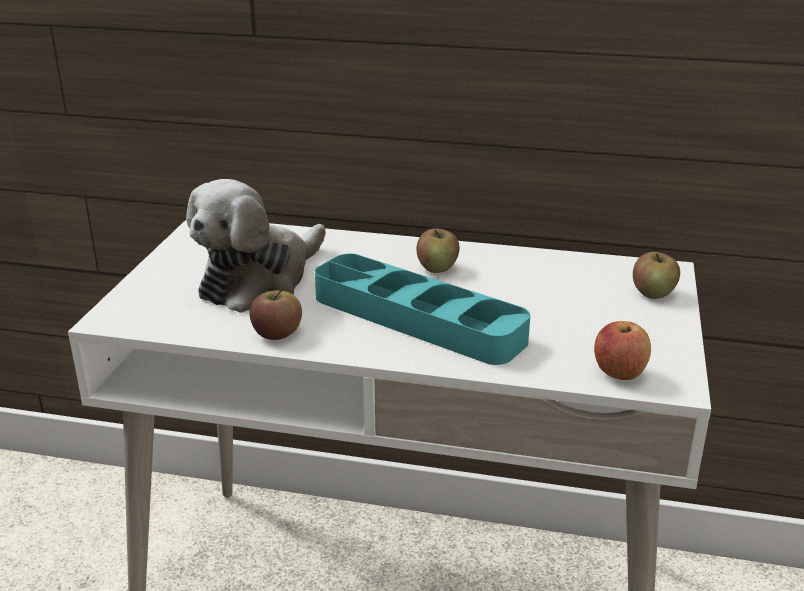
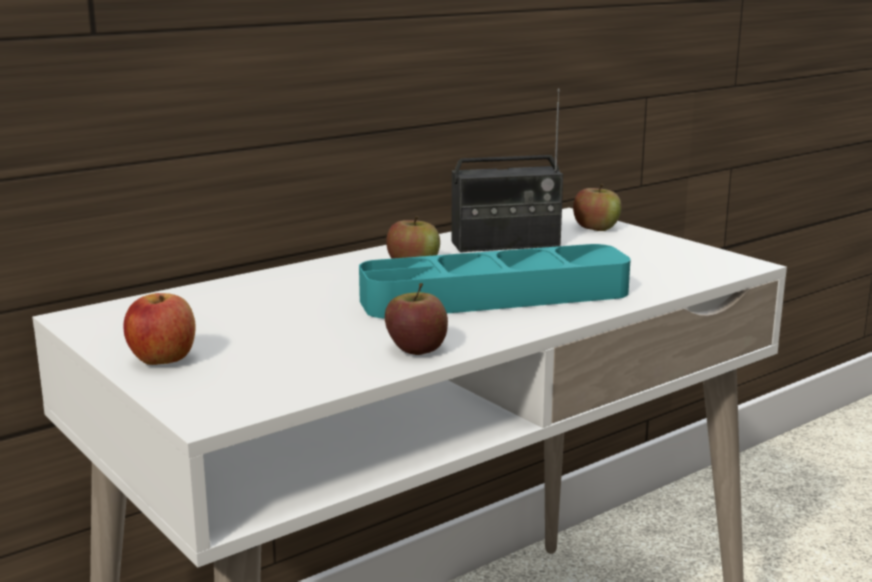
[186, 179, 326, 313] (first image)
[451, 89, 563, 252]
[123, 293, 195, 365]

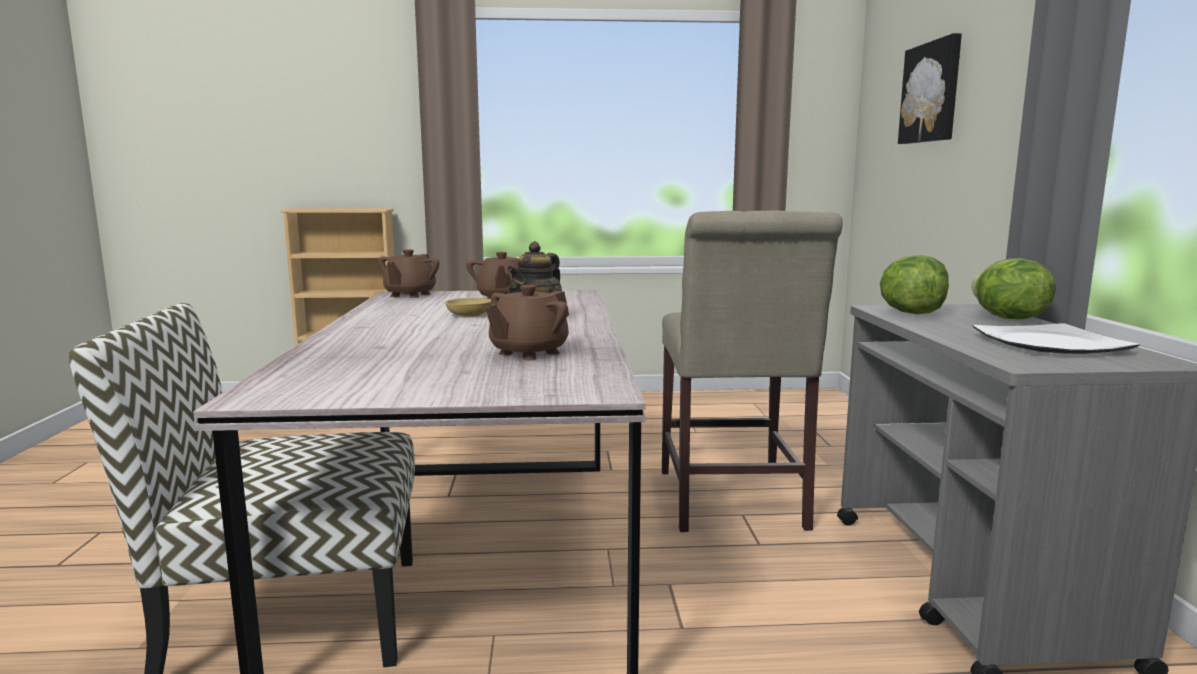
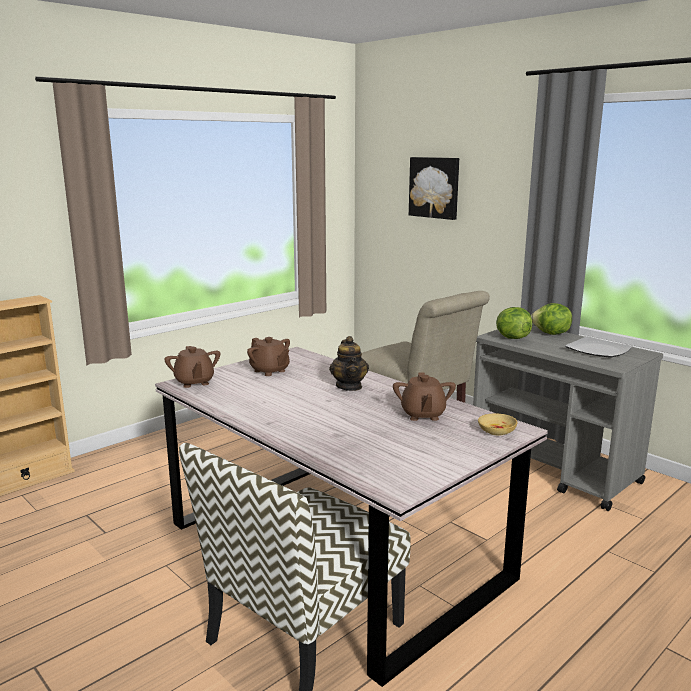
[478, 413, 518, 436]

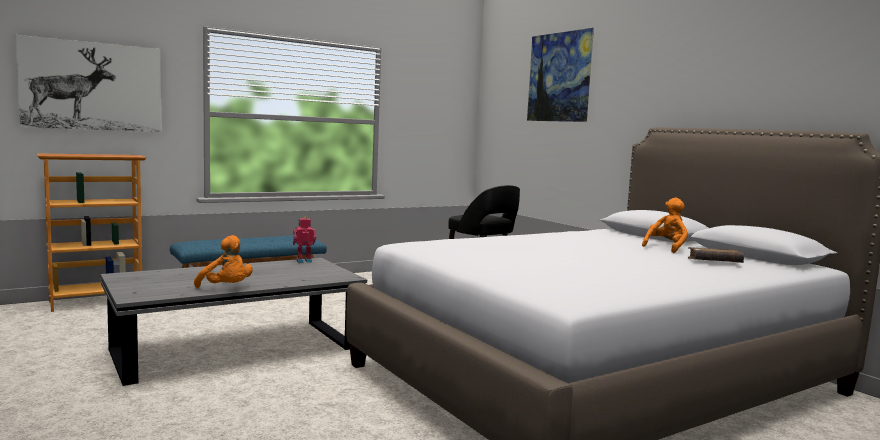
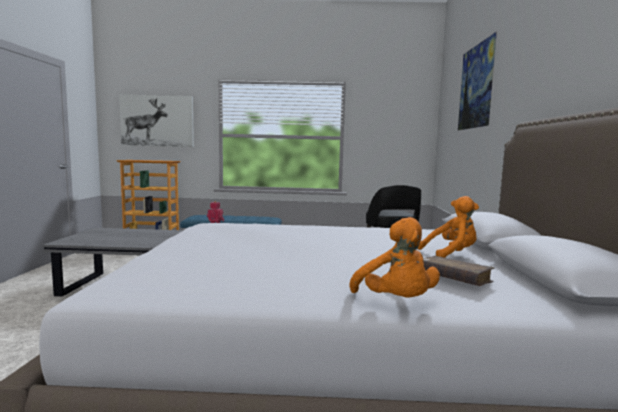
[349, 217, 440, 297]

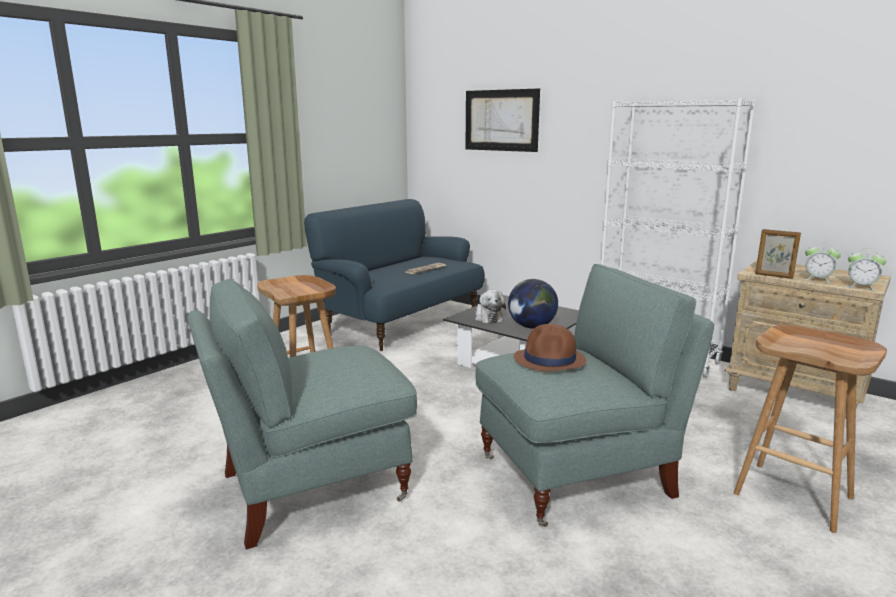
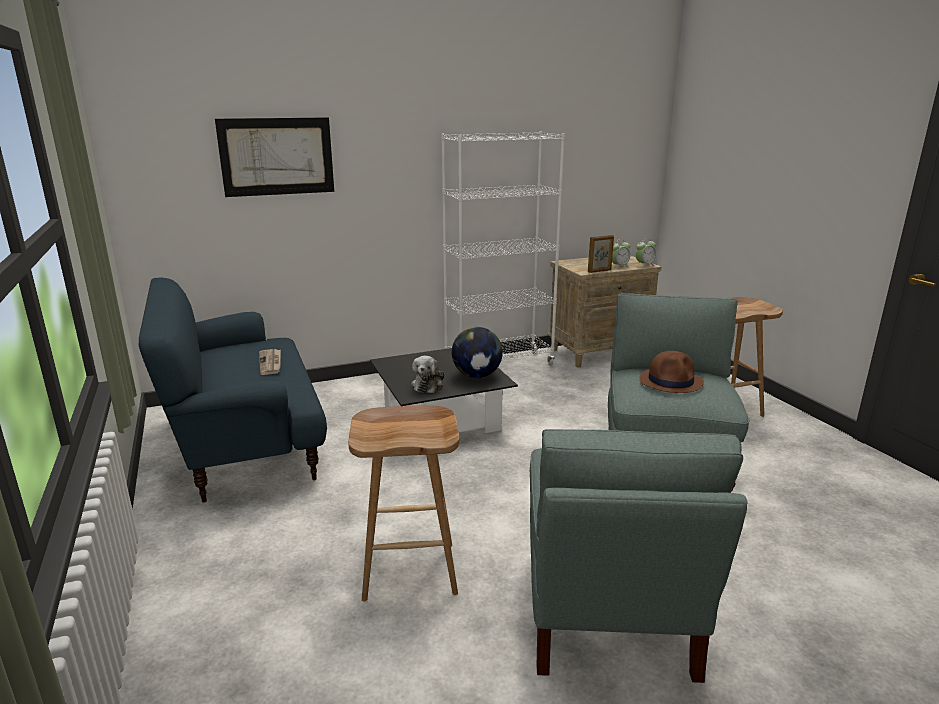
[411, 356, 445, 393]

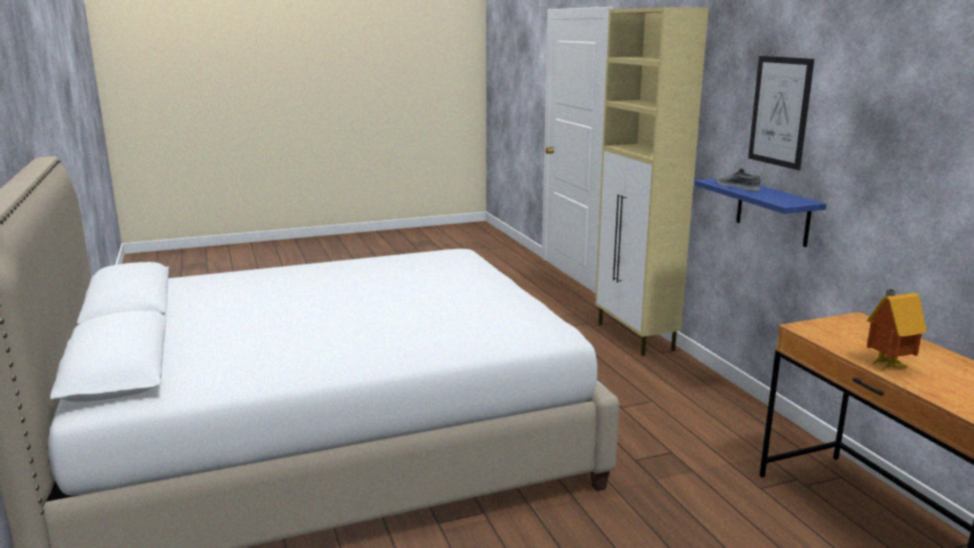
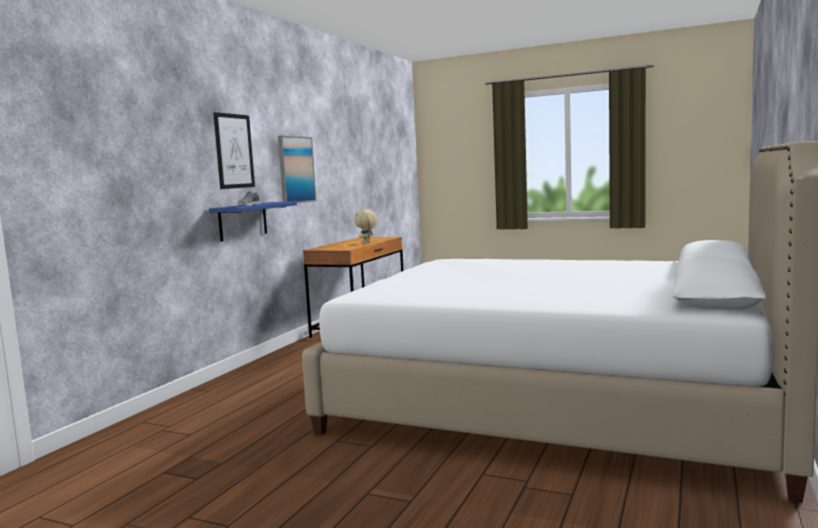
[595, 7, 708, 356] (first image)
[278, 136, 316, 203]
[354, 210, 377, 244]

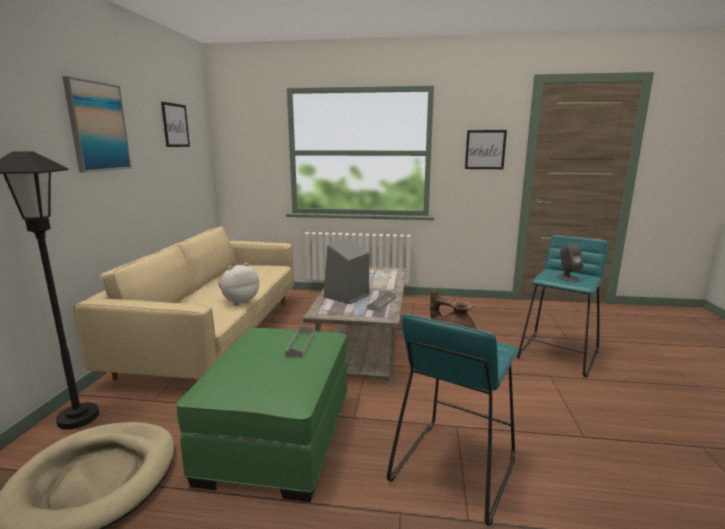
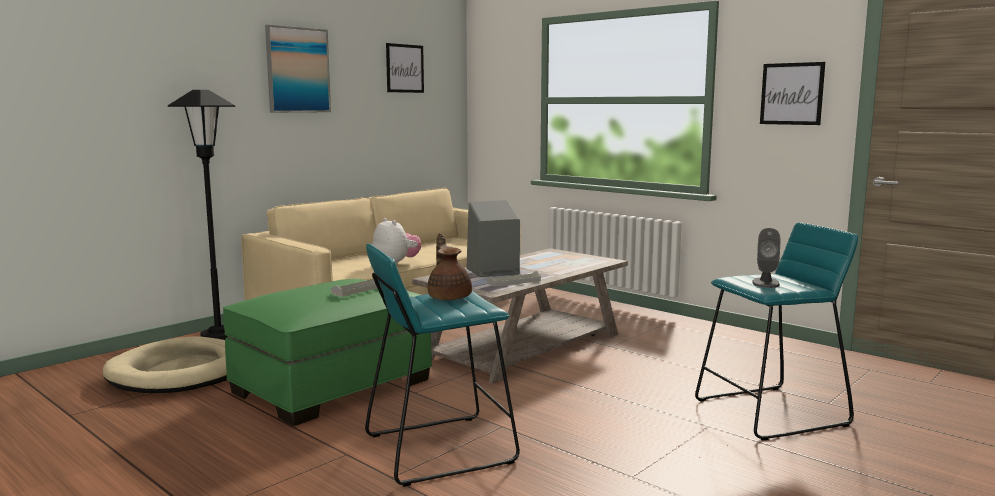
[373, 218, 421, 265]

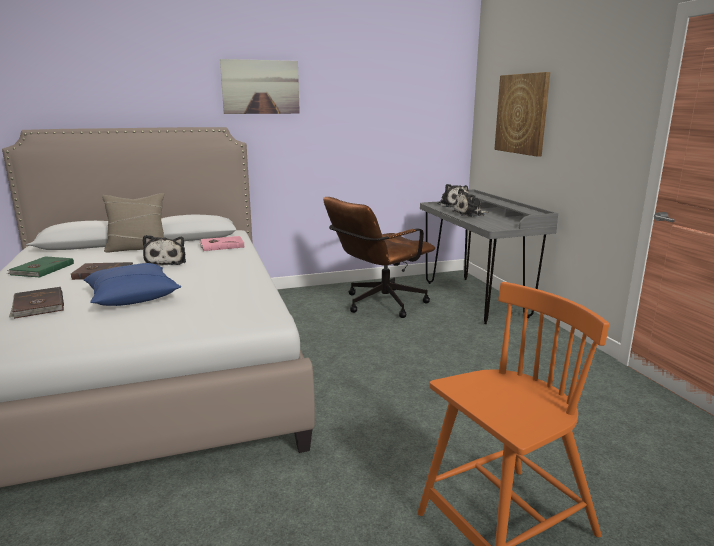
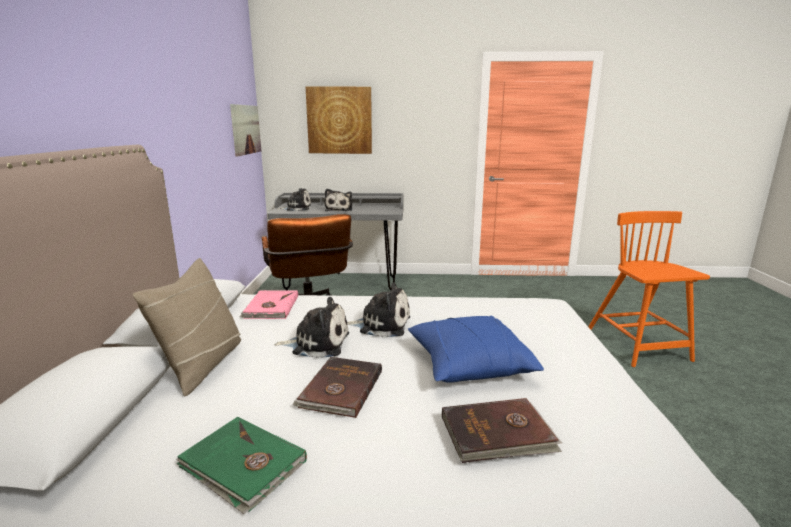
[347, 282, 410, 338]
[230, 104, 261, 157]

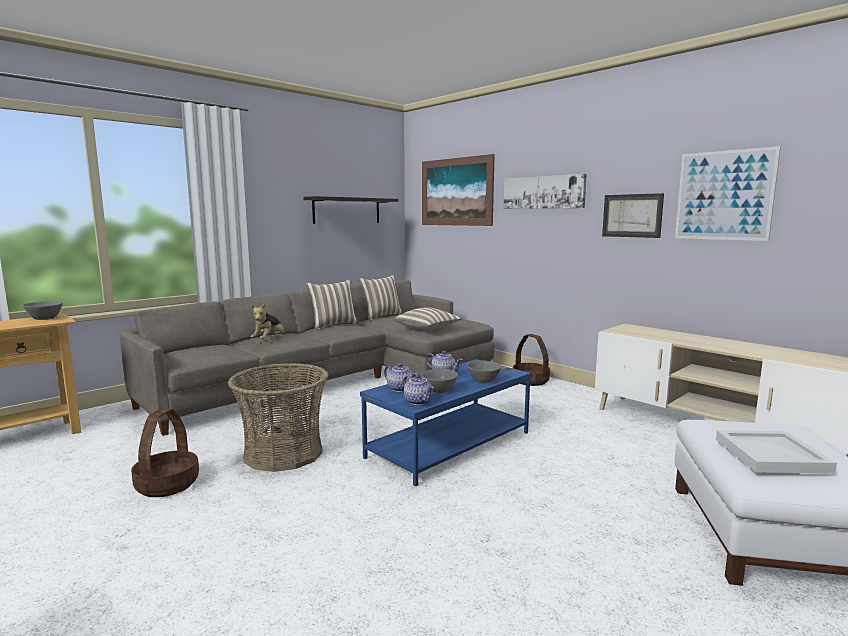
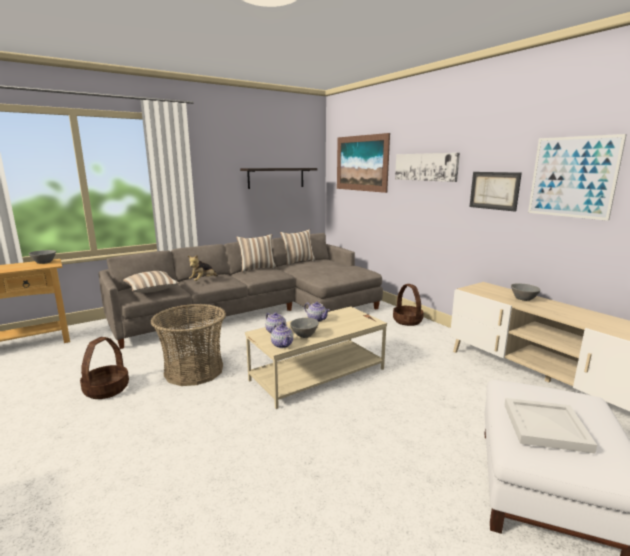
[123, 271, 179, 293]
[511, 283, 540, 301]
[245, 306, 387, 409]

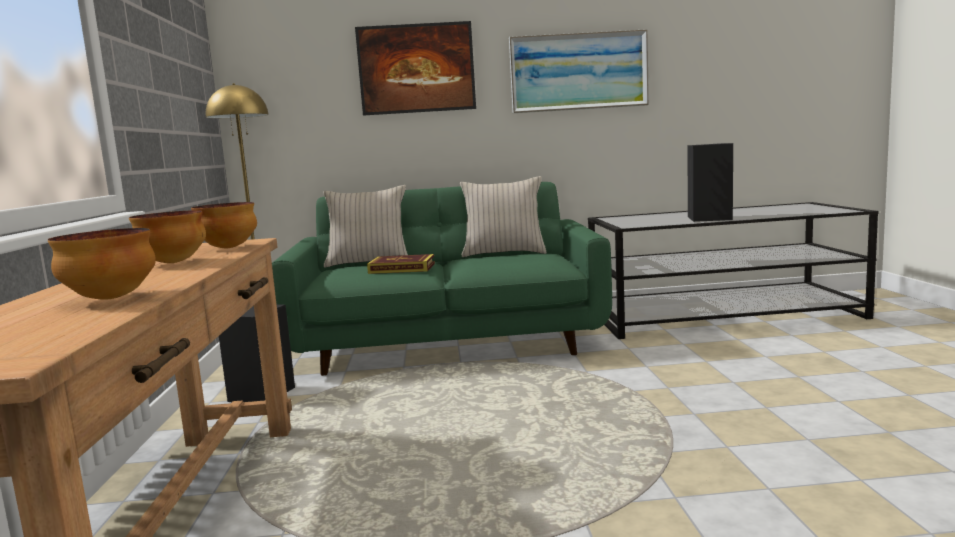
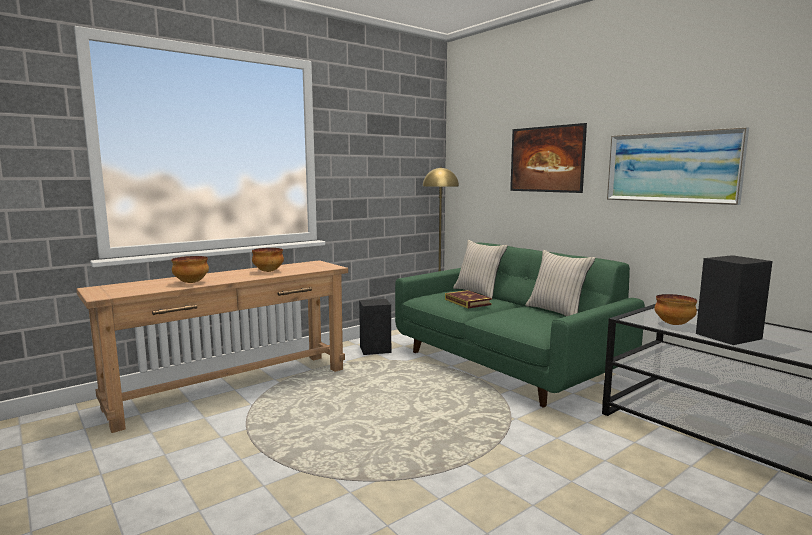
[655, 294, 697, 325]

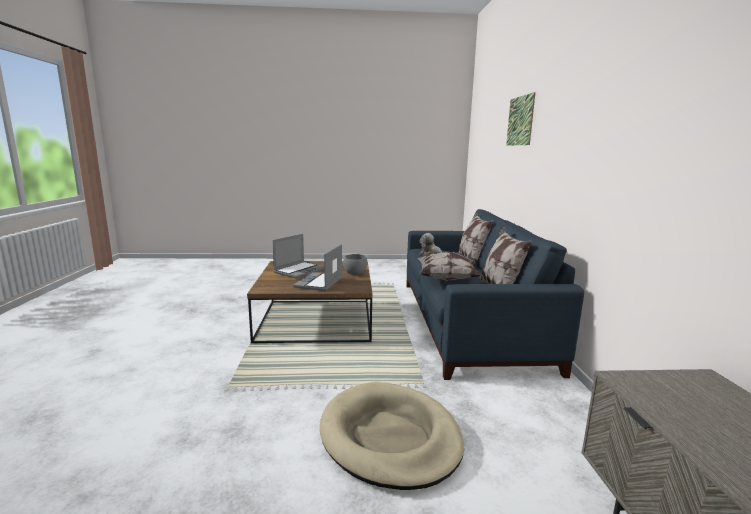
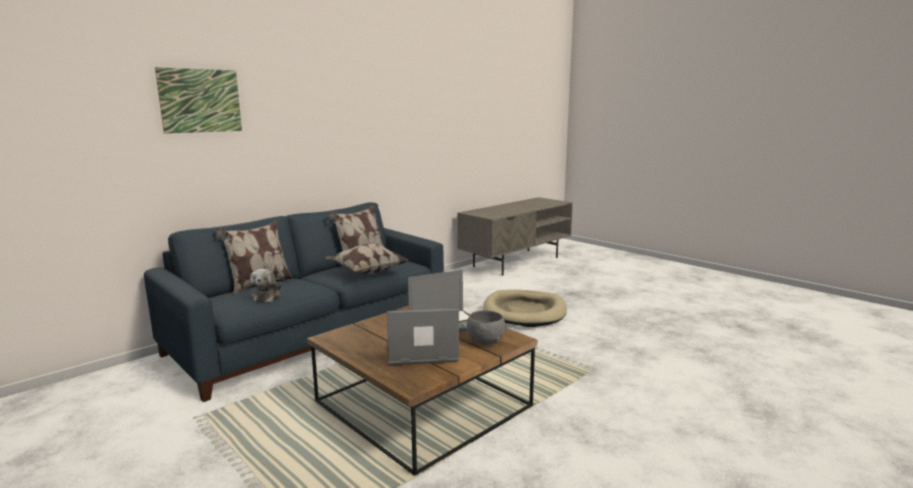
[467, 310, 505, 344]

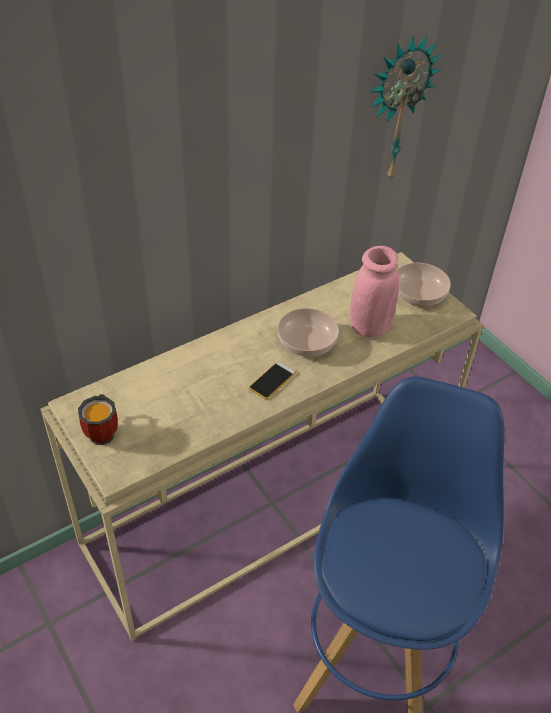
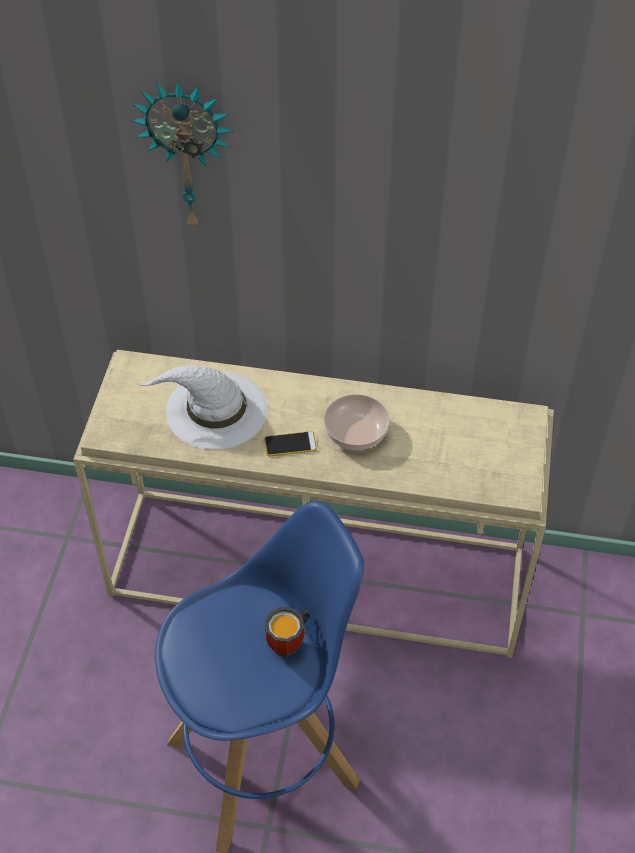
[350, 246, 399, 337] (first image)
[398, 263, 451, 306] (first image)
[138, 366, 268, 449]
[265, 607, 310, 657]
[131, 81, 234, 230]

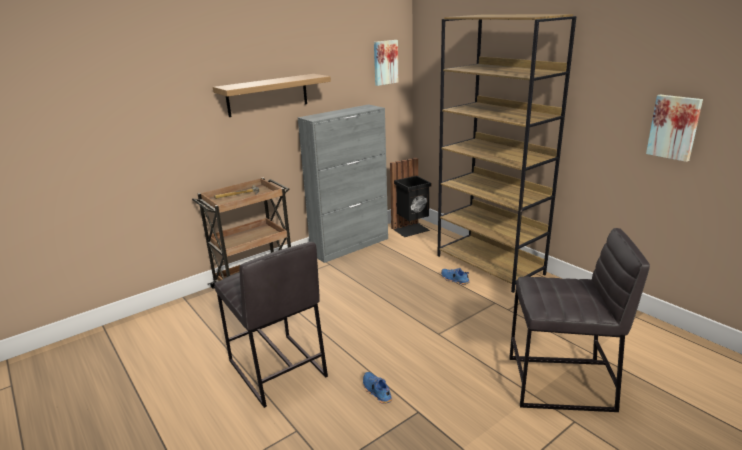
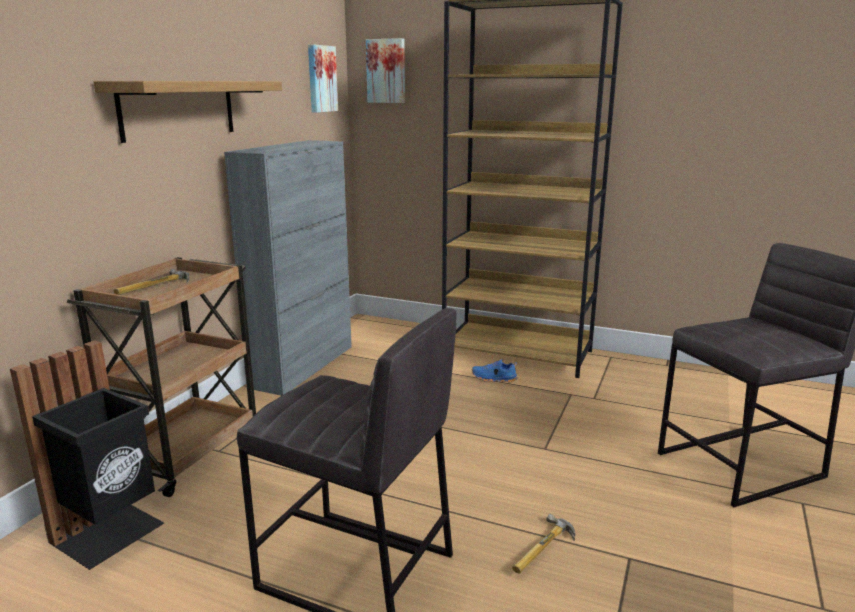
[10, 340, 164, 570]
[366, 38, 405, 103]
[512, 514, 575, 573]

